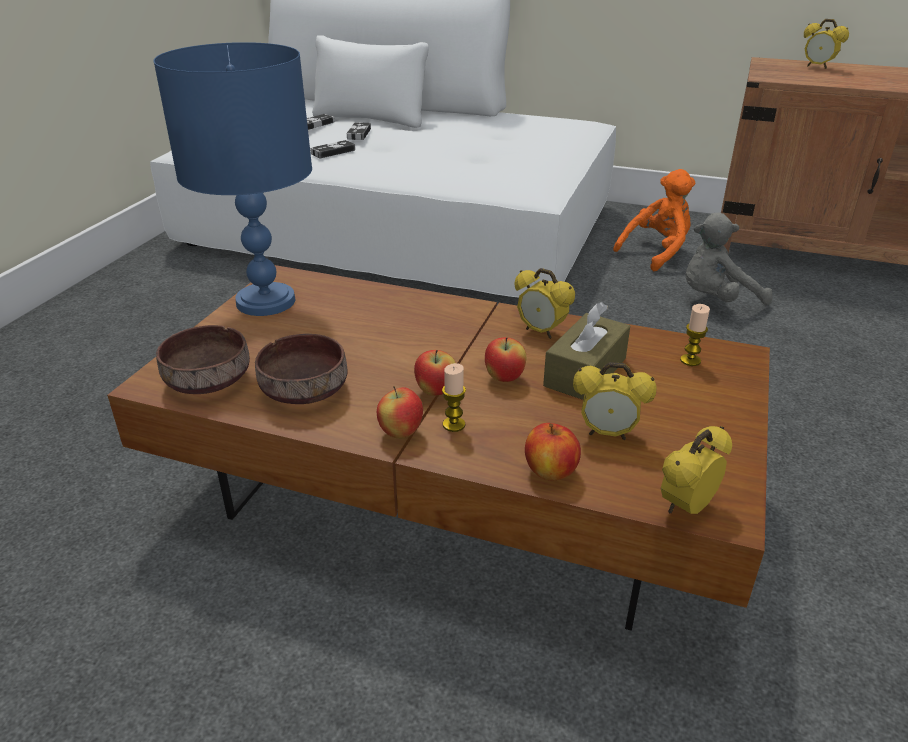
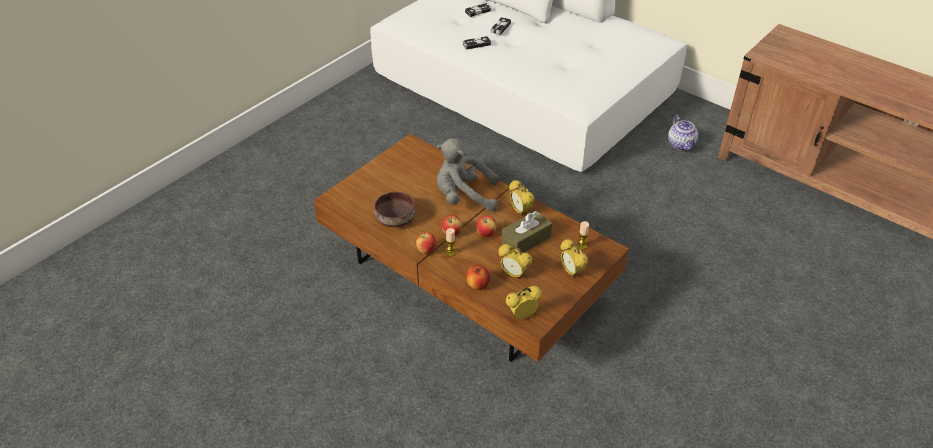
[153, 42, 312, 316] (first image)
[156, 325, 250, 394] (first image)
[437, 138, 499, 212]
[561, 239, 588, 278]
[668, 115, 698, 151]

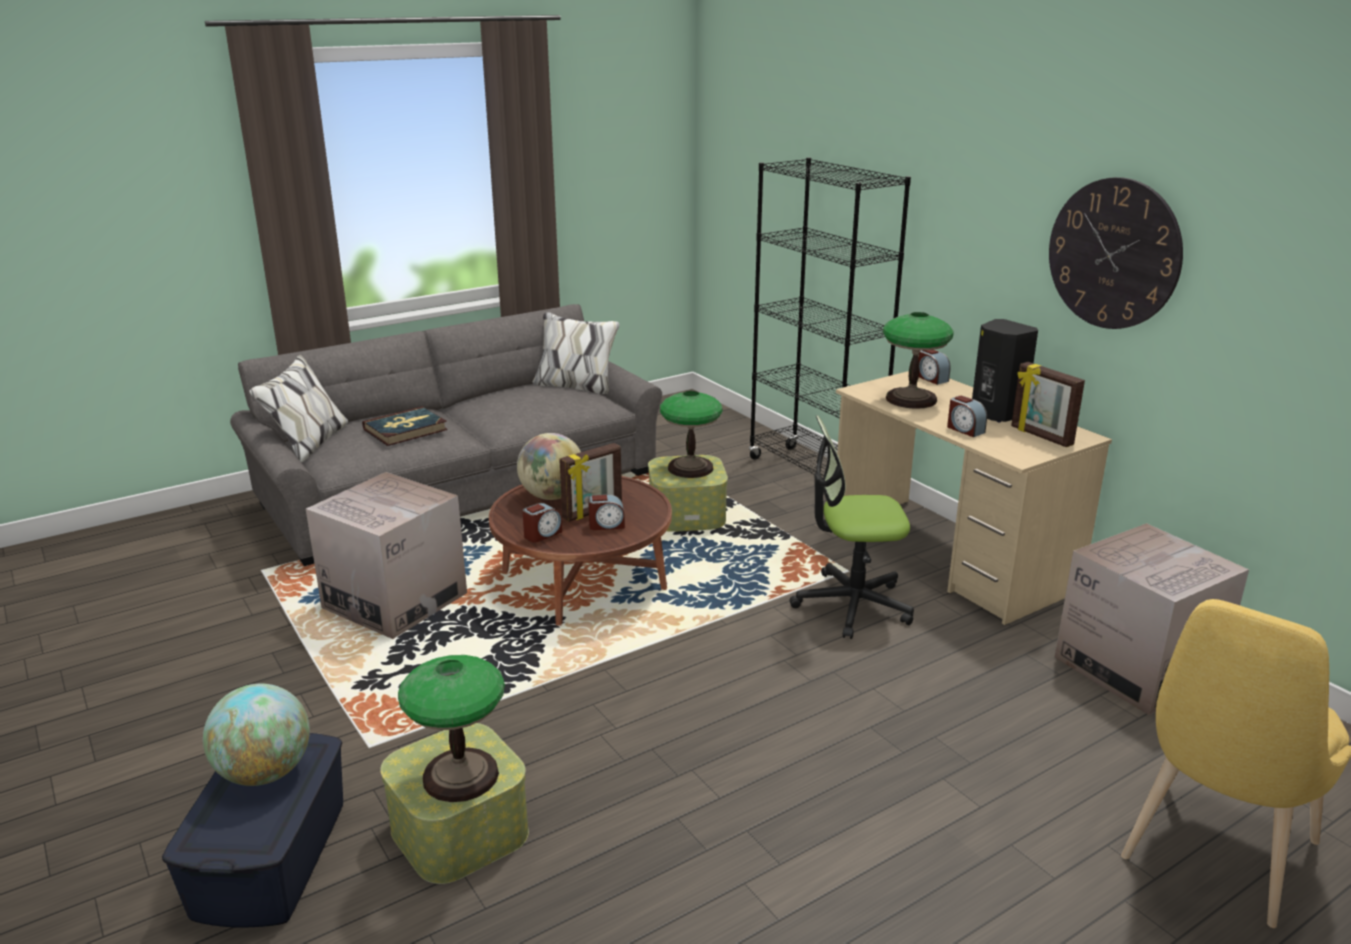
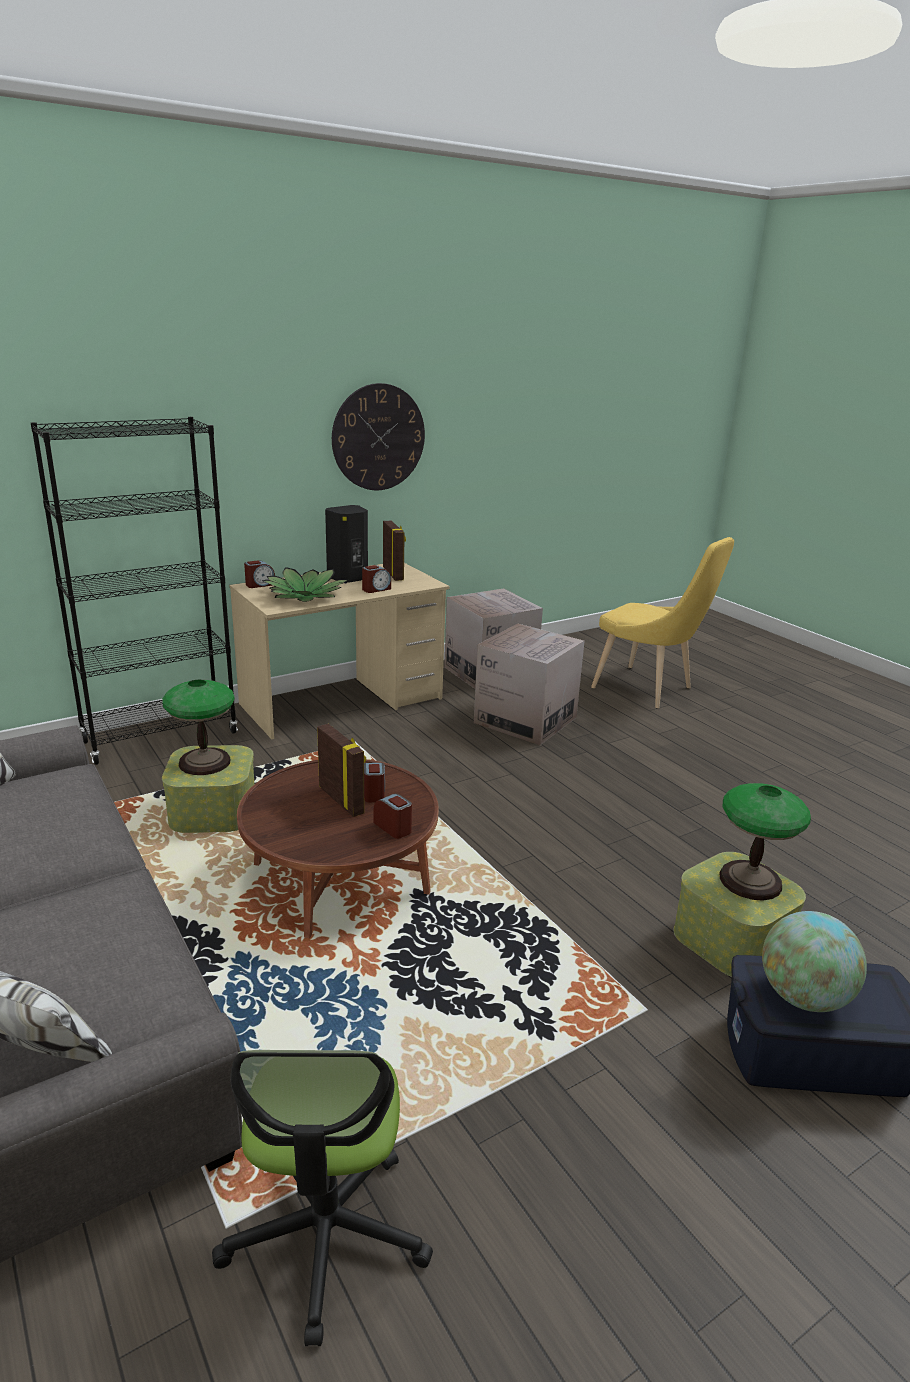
[362, 406, 448, 446] (first image)
[517, 433, 581, 500] (first image)
[474, 624, 585, 745]
[212, 1050, 433, 1346]
[262, 567, 348, 602]
[383, 521, 406, 581]

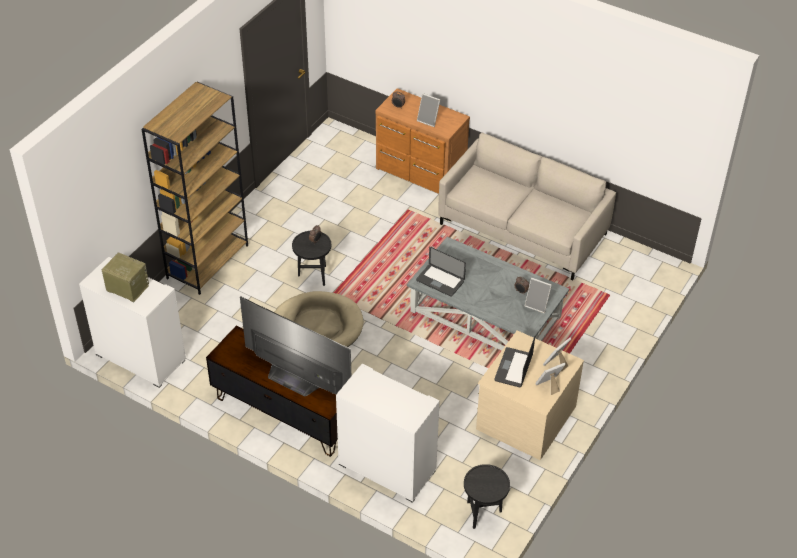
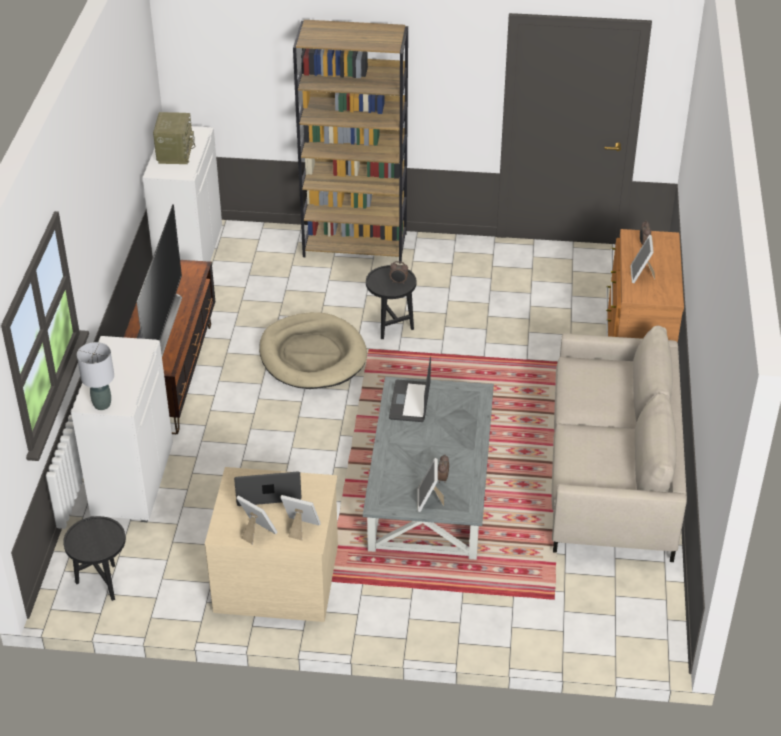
[77, 342, 114, 410]

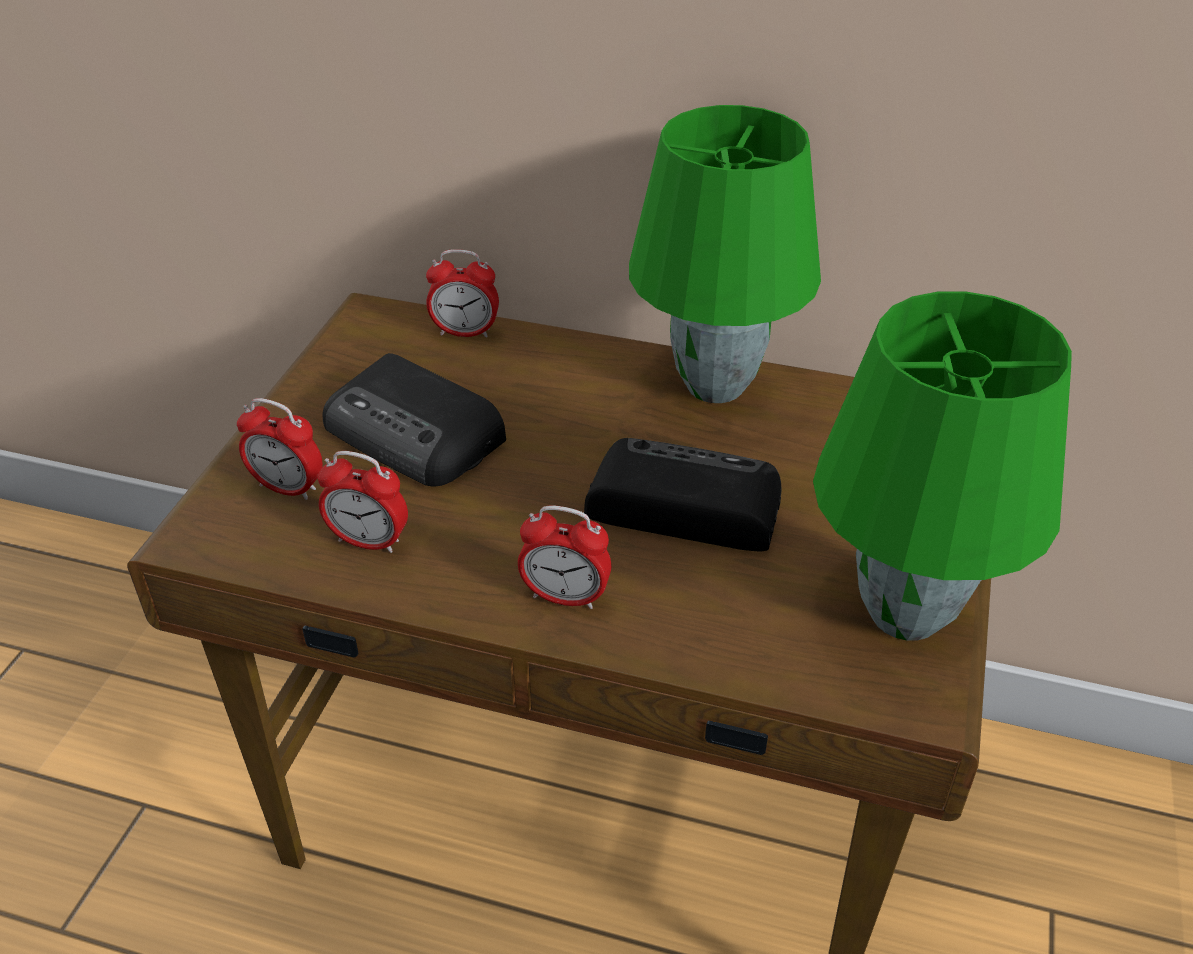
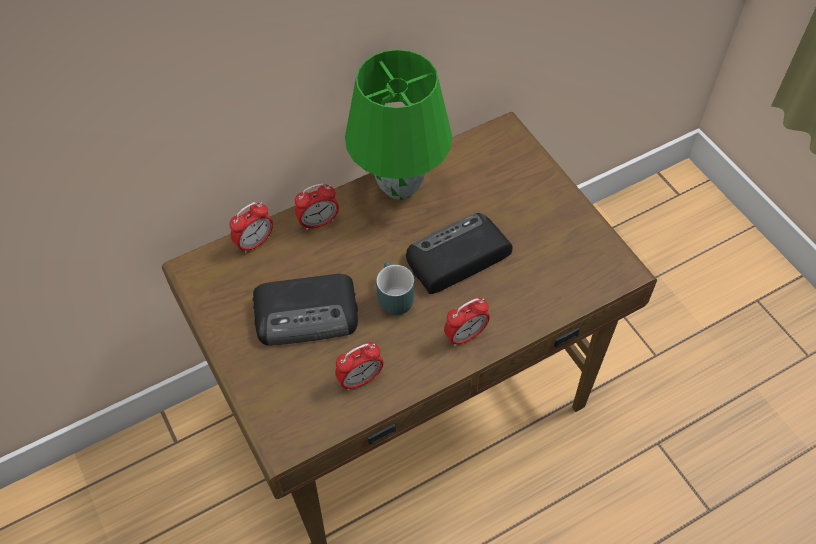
[813, 291, 1072, 640] (first image)
[376, 262, 414, 315]
[295, 183, 339, 230]

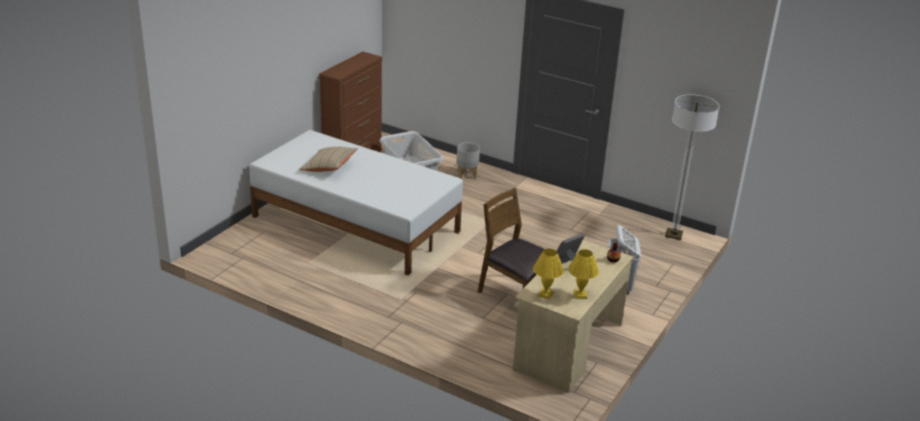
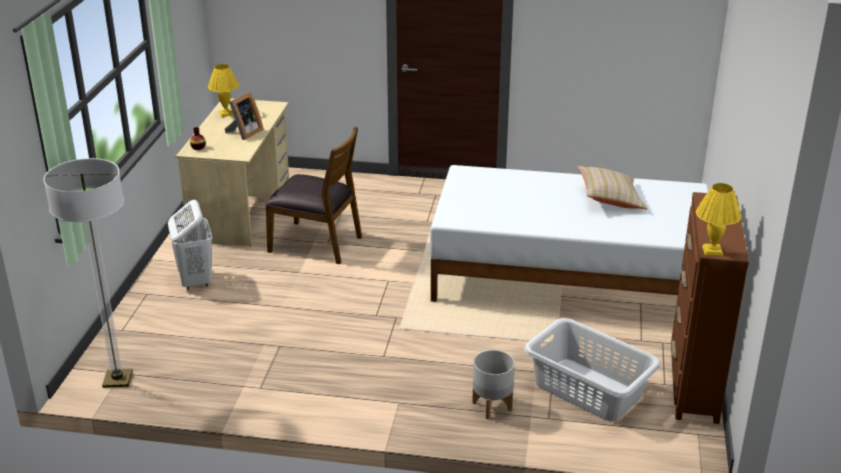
[696, 183, 741, 256]

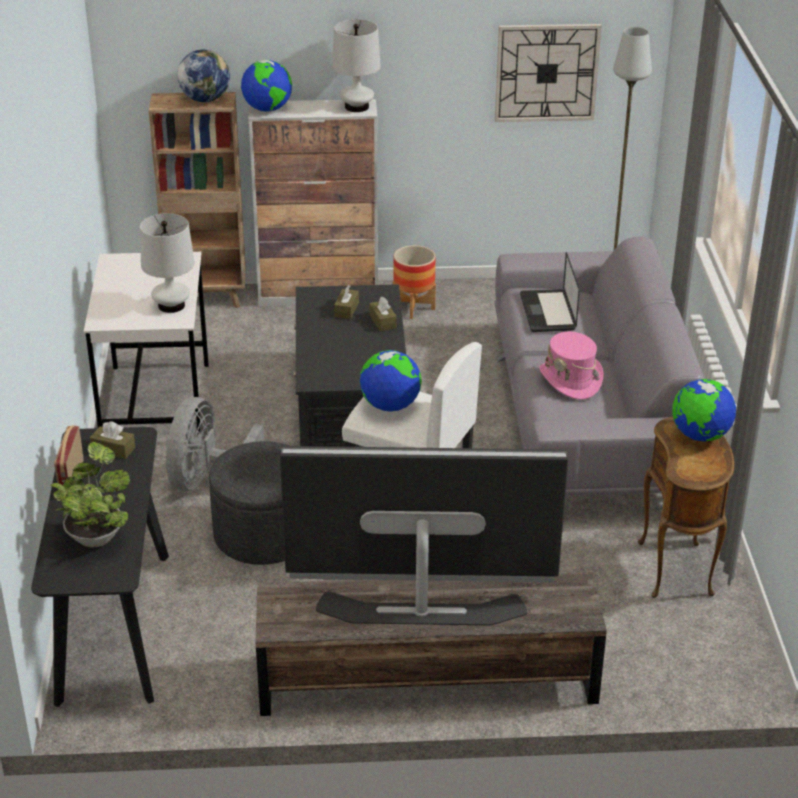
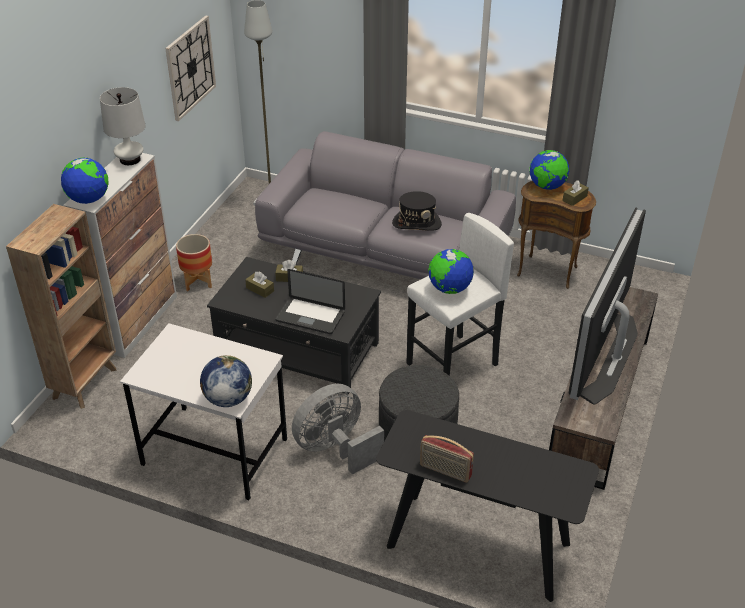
[50, 441, 130, 547] (first image)
[140, 213, 195, 313] (first image)
[562, 181, 589, 206]
[200, 355, 252, 407]
[275, 269, 345, 334]
[392, 191, 442, 231]
[292, 384, 384, 475]

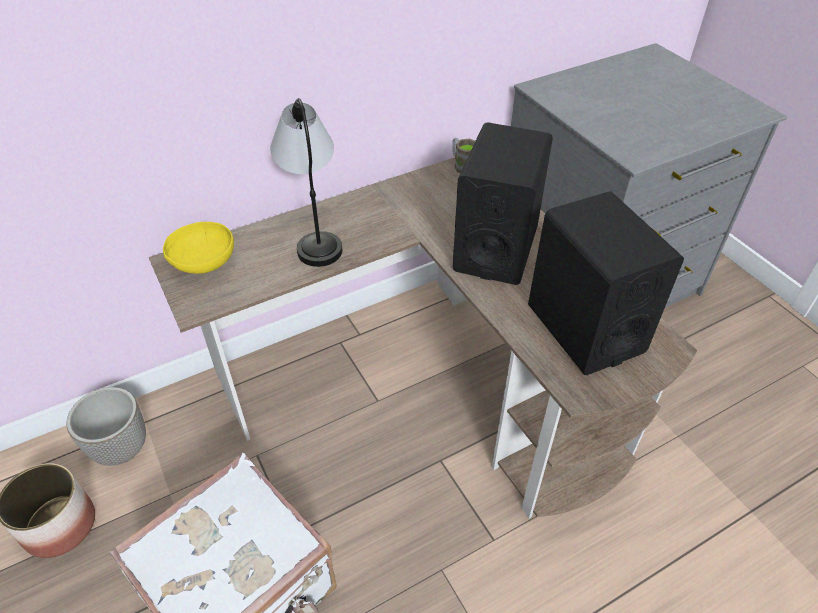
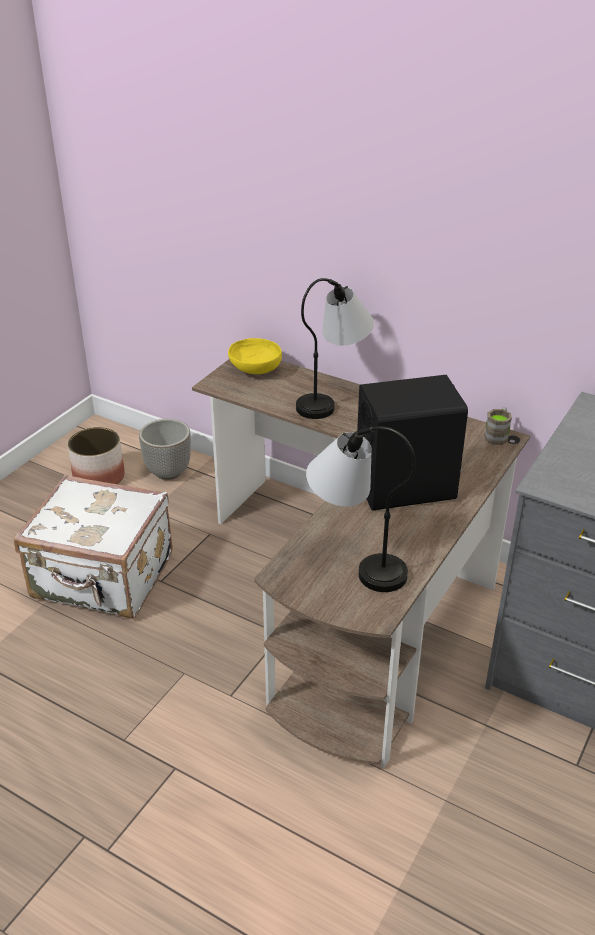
[306, 426, 416, 592]

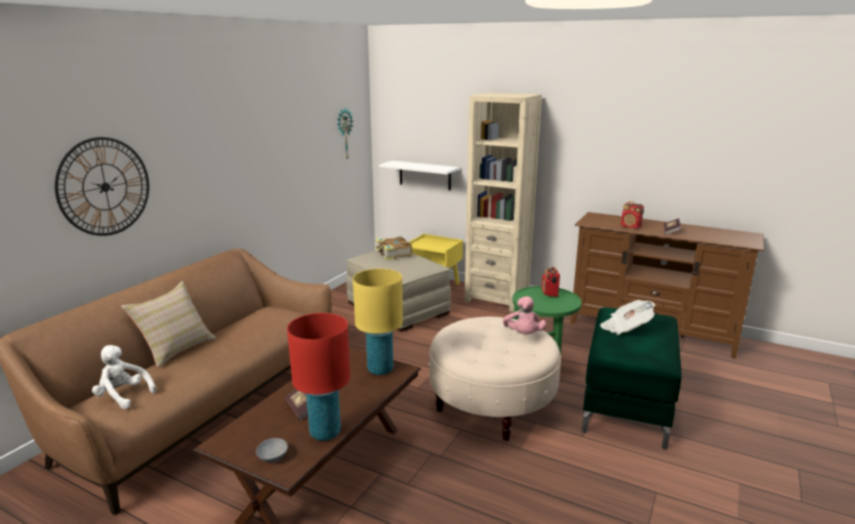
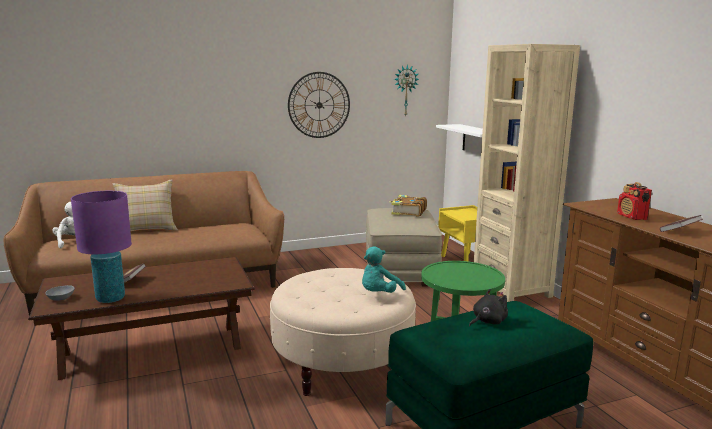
[353, 269, 403, 375] (first image)
[541, 267, 560, 297] (first image)
[288, 72, 350, 138]
[469, 289, 508, 327]
[71, 191, 132, 303]
[362, 247, 406, 293]

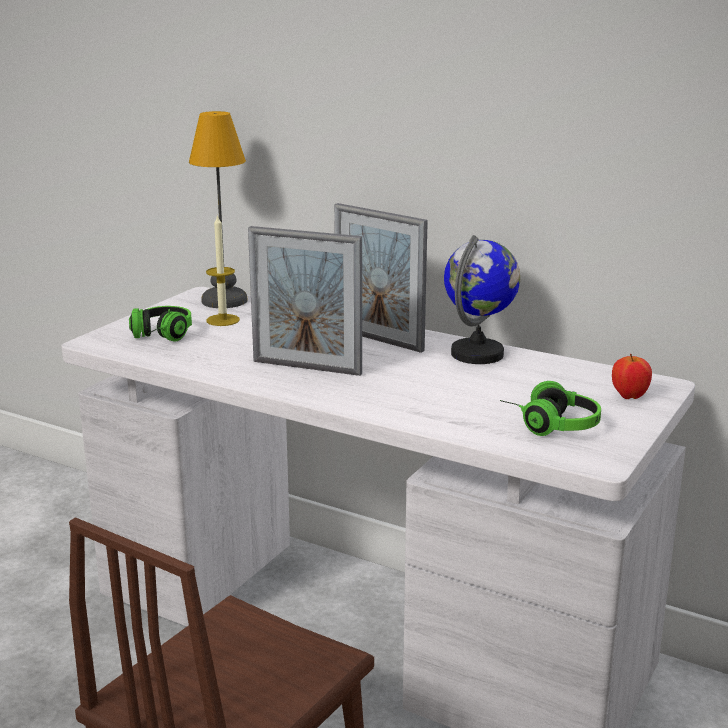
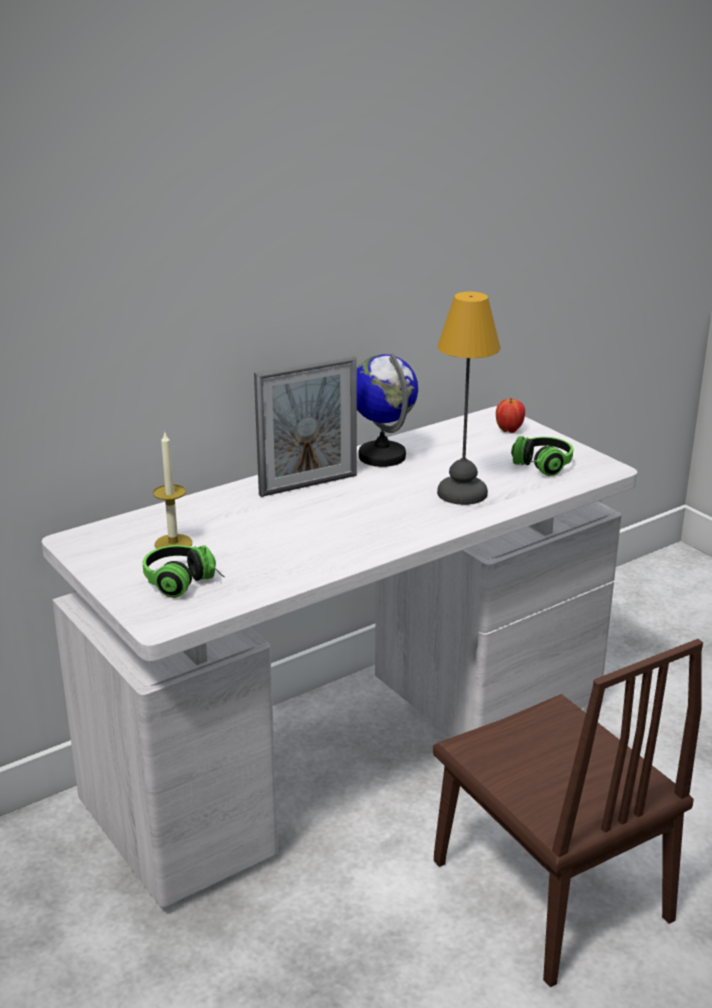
[248, 226, 362, 376] (first image)
[437, 292, 500, 505]

